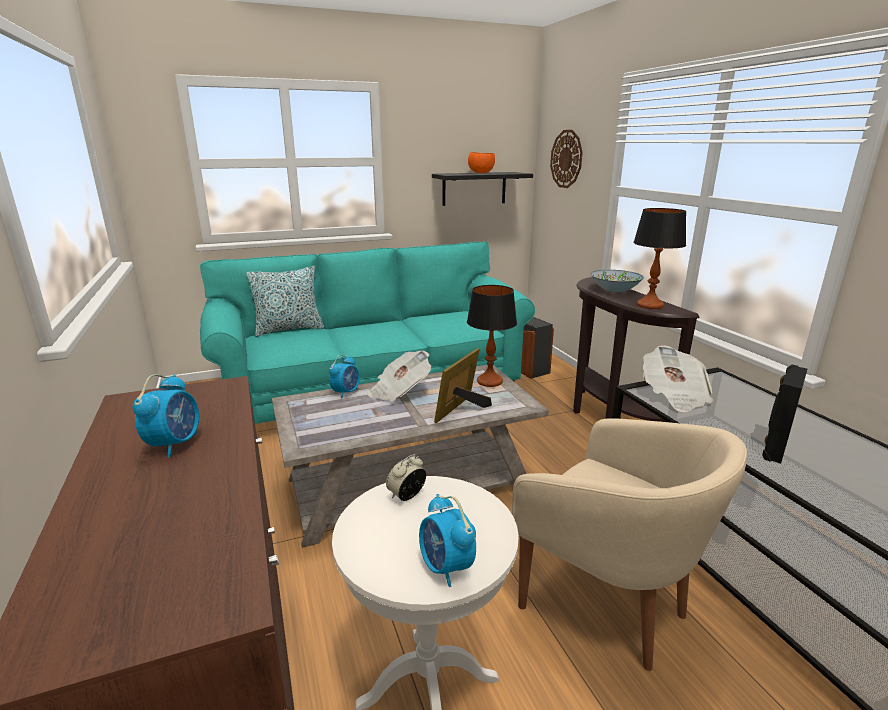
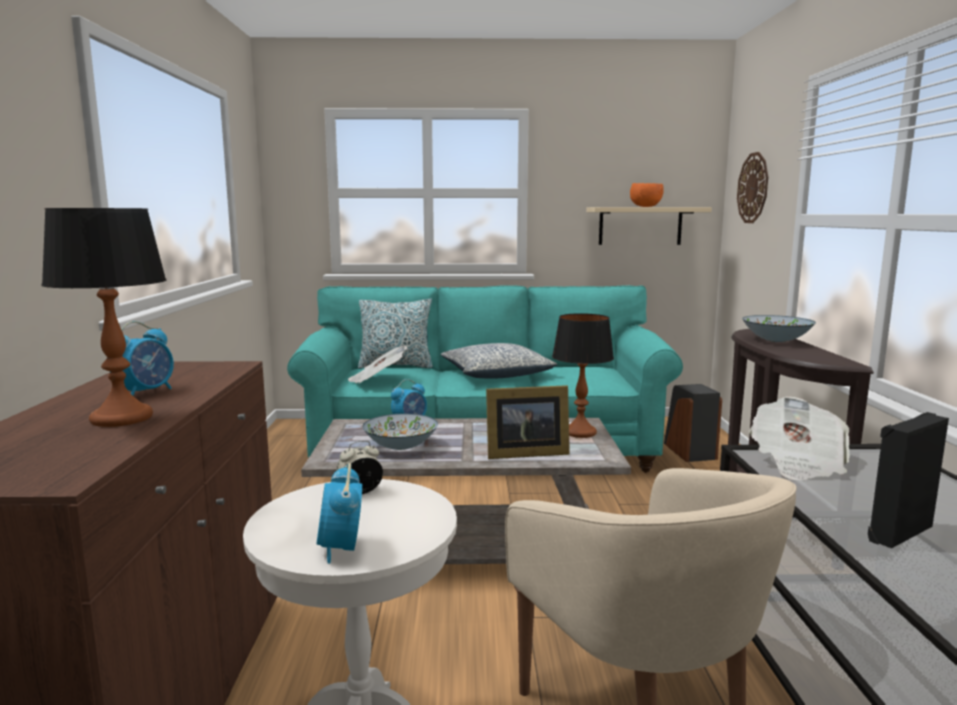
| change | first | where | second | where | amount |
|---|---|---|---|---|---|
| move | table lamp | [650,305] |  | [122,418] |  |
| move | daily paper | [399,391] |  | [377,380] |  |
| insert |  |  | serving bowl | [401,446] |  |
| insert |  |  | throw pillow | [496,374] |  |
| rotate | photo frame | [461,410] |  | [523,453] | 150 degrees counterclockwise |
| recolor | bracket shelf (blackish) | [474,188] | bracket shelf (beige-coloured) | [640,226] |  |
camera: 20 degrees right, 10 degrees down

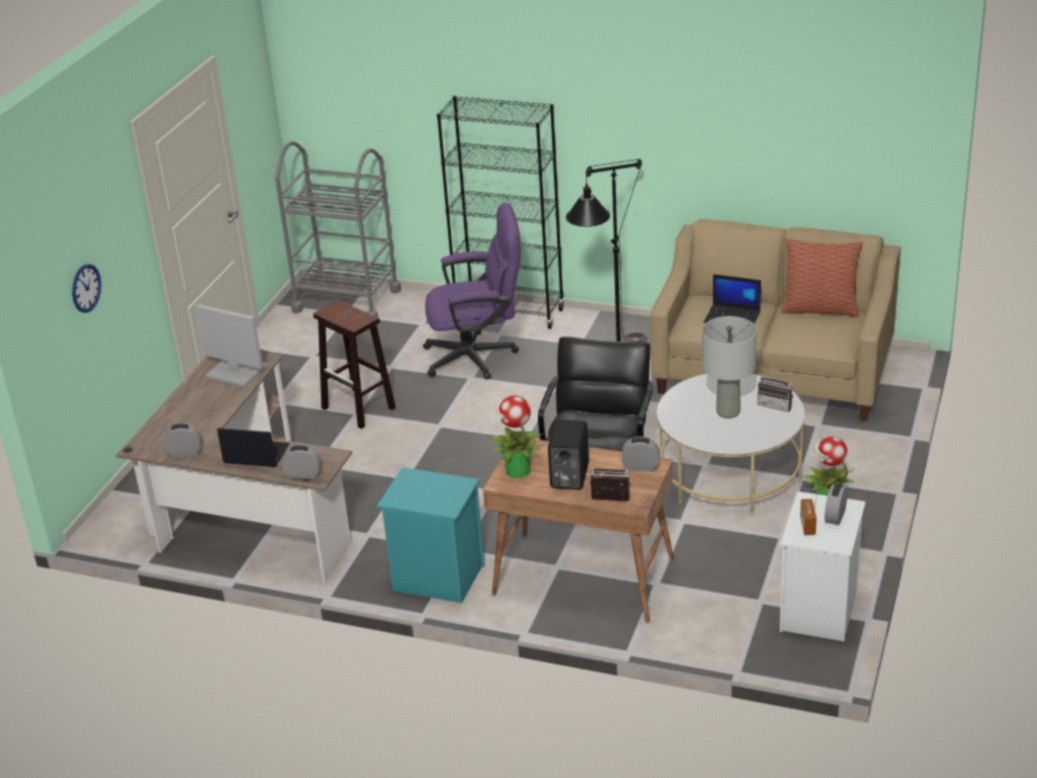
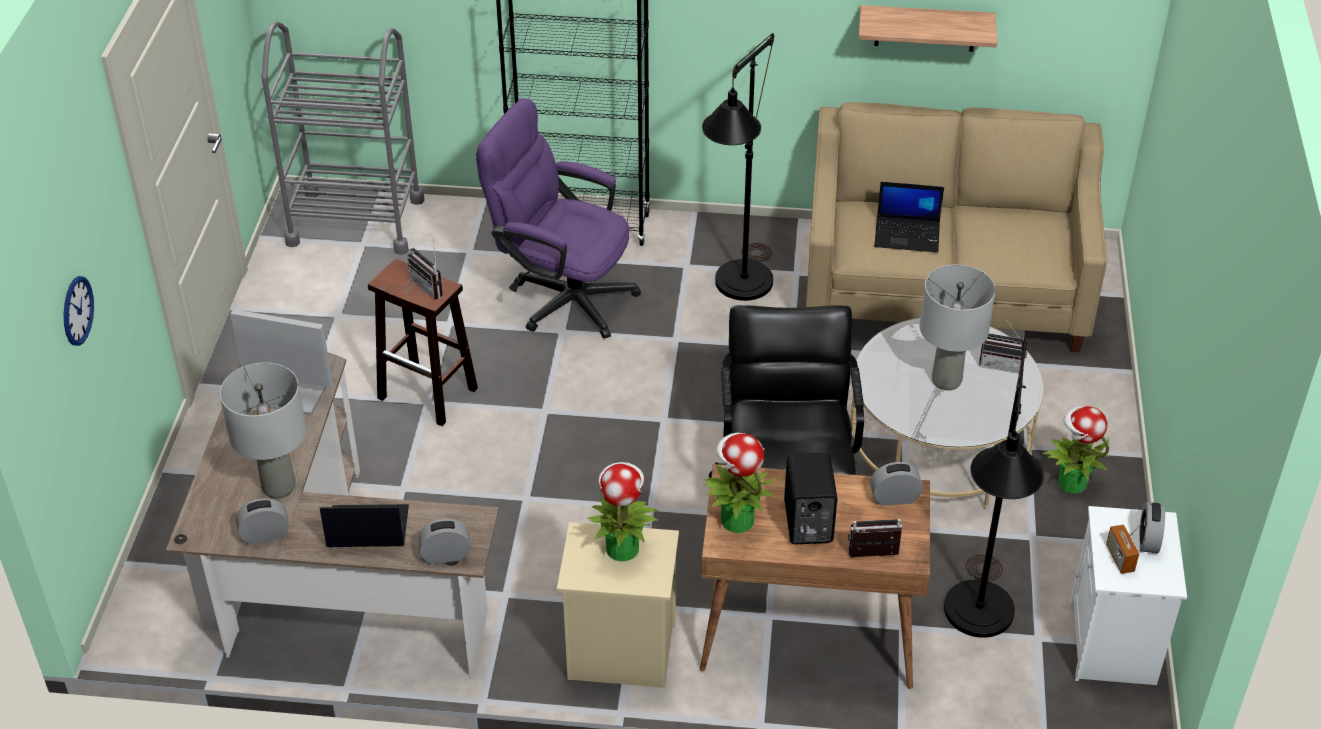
| change | first | where | second | where | amount |
|---|---|---|---|---|---|
| insert |  |  | table lamp (grey) | [279,486] |  |
| insert |  |  | radio set | [431,286] |  |
| rotate | computer chair (purple) | [479,356] |  | [562,296] | 135 degrees counterclockwise |
| recolor | bedside table (turquoise-coloured) | [436,578] | bedside table (beige-coloured) | [618,653] |  |
| insert |  |  | potted plant | [622,547] |  |
| insert |  |  | bracket shelf | [925,28] |  |
| insert |  |  | standing lamp (blackish) | [976,626] |  |
| delete | throw pillow | [820,308] |  |  |  |
camera: 15 degrees left, 10 degrees up

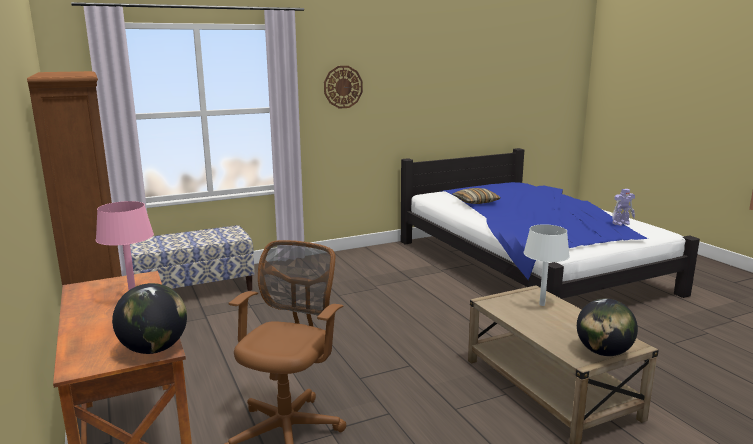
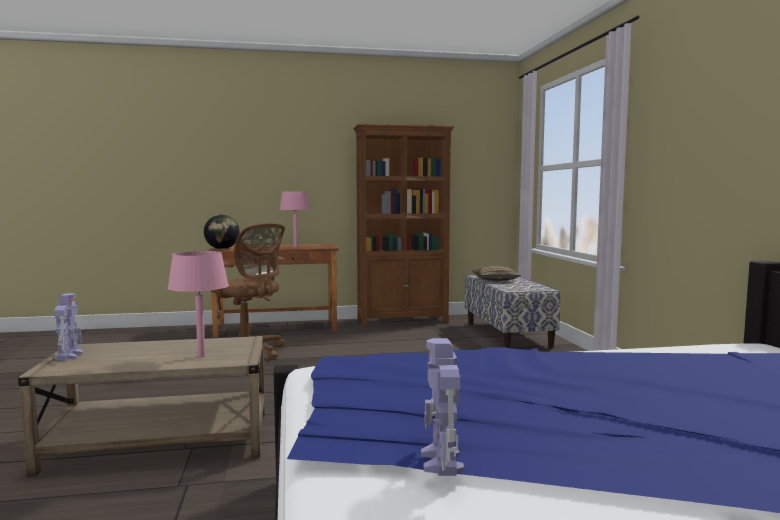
| change | first | where | second | where | amount |
|---|---|---|---|---|---|
| replace | globe | [603,352] | model robot | [69,355] |  |
| recolor | table lamp (white-coloured) | [542,304] | table lamp (pink-coloured) | [201,356] |  |
| move | throw pillow | [475,202] |  | [495,280] |  |
| delete | wall clock | [343,87] |  |  |  |
camera: 105 degrees right, 10 degrees down

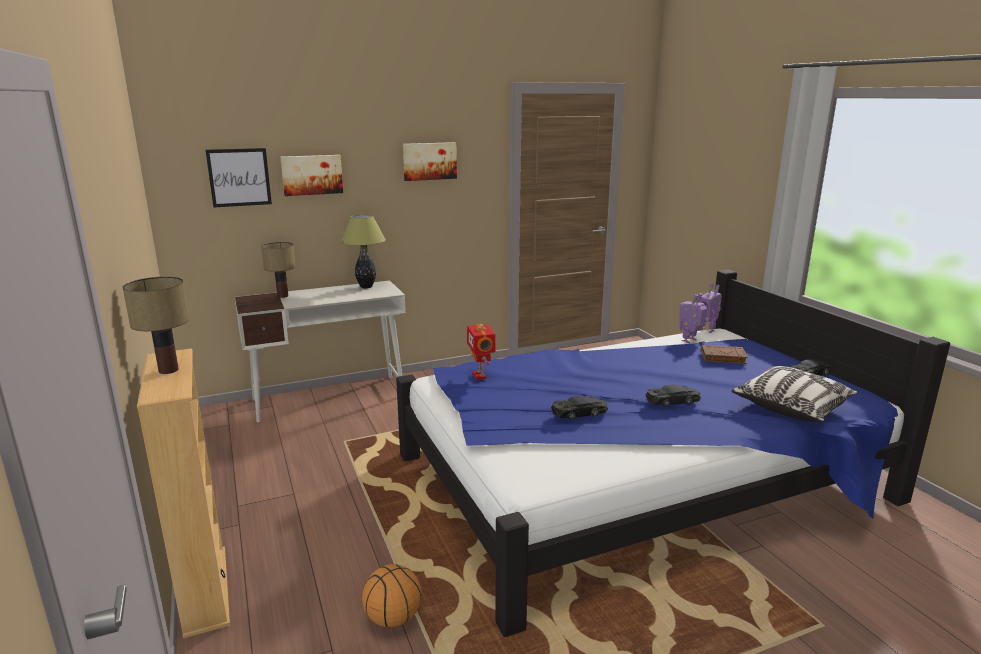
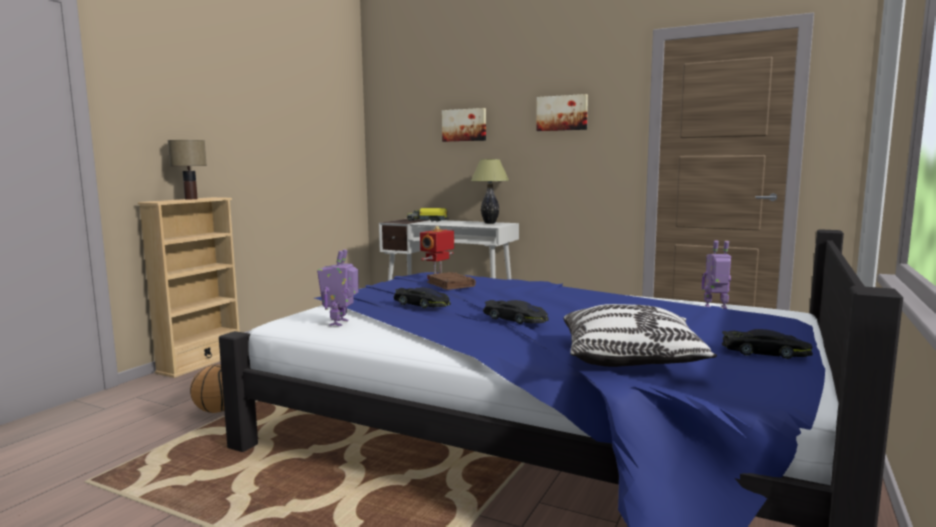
| change | first | where | second | where | amount |
|---|---|---|---|---|---|
| move | model robot | [707,330] |  | [340,323] |  |
| replace | table lamp | [283,296] | toy lorry | [428,220] |  |
| move | volume (brownish) | [722,357] |  | [450,284] |  |
| delete | wall art | [239,177] |  |  |  |
camera: 50 degrees right, 10 degrees down

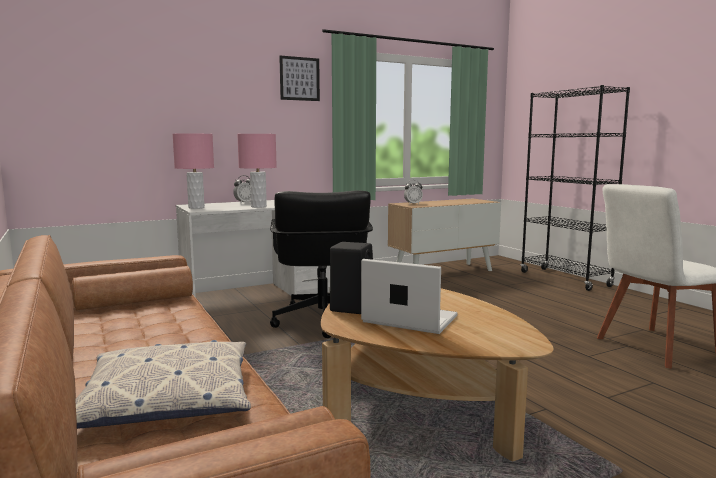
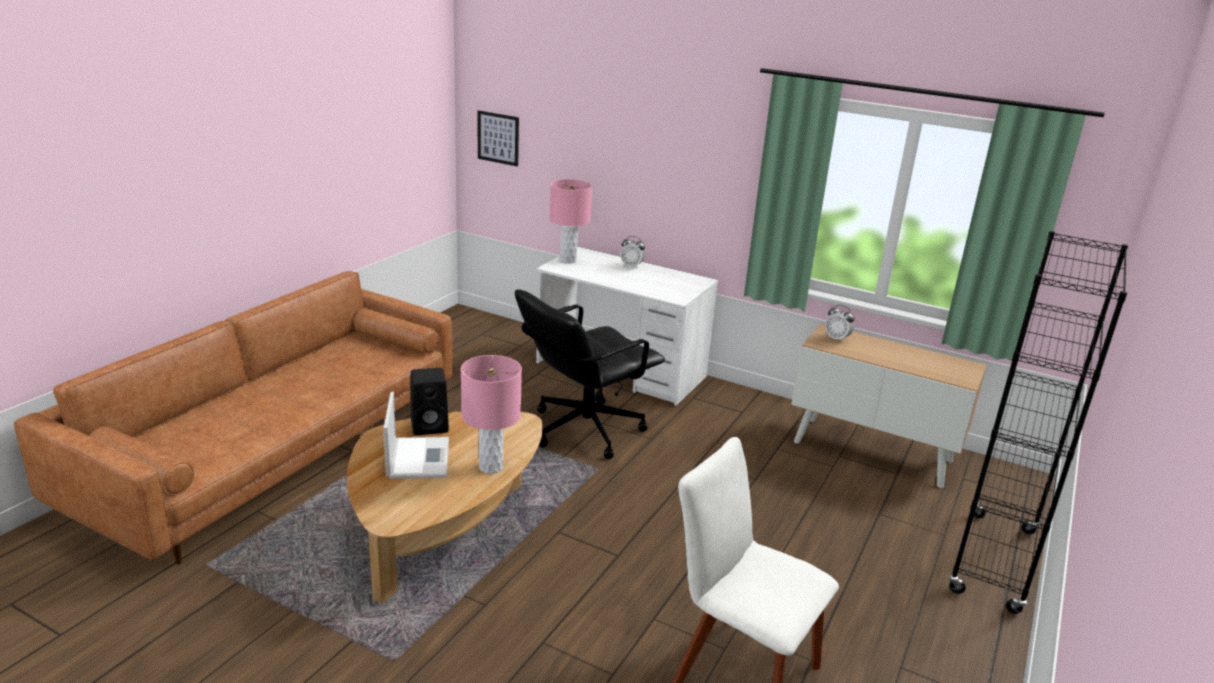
| change | first | where | second | where | amount |
|---|---|---|---|---|---|
| move | table lamp (pink-coloured) | [258,206] |  | [490,467] |  |
| move | wall art | [299,79] |  | [498,138] |  |
| delete | throw pillow | [167,399] |  |  |  |
camera: 55 degrees right, 15 degrees up

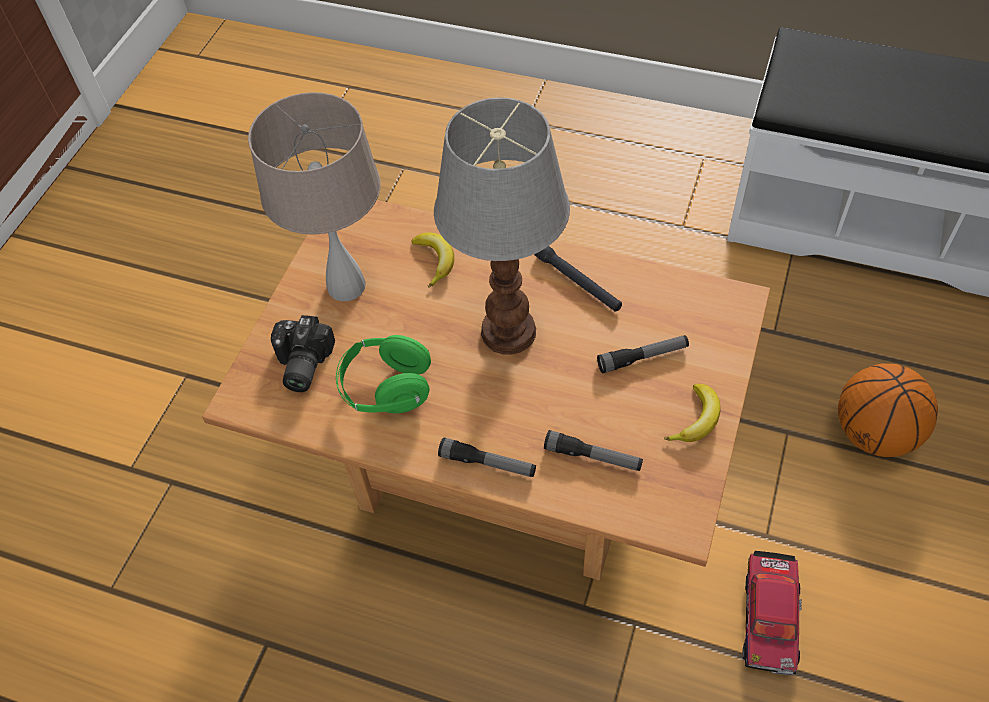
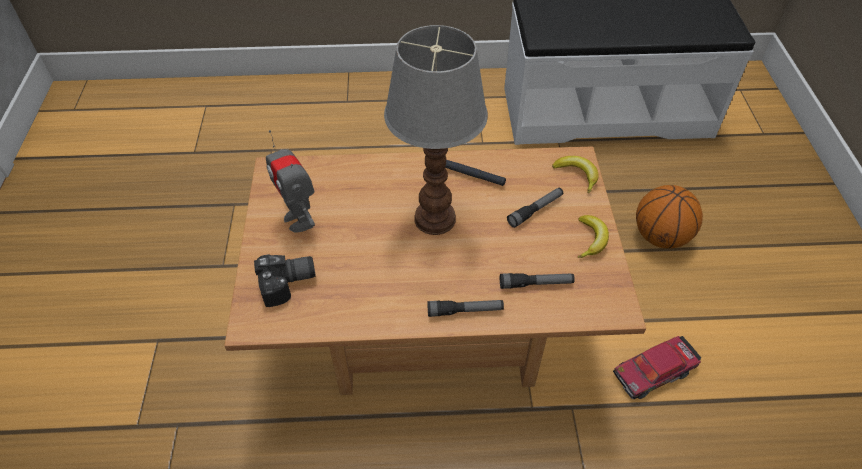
| change | first | where | second | where | amount |
|---|---|---|---|---|---|
| rotate | still camera | [300,365] |  | [288,284] | 90 degrees counterclockwise |
| replace | table lamp (beige-coloured) | [347,286] | model robot | [299,220] |  |
| move | banana fruit | [435,260] |  | [577,175] |  |
| rotate | model car | [770,617] |  | [654,372] | 75 degrees clockwise |
| delete | headset (green) | [386,389] |  |  |  |
camera: 25 degrees left, 5 degrees down

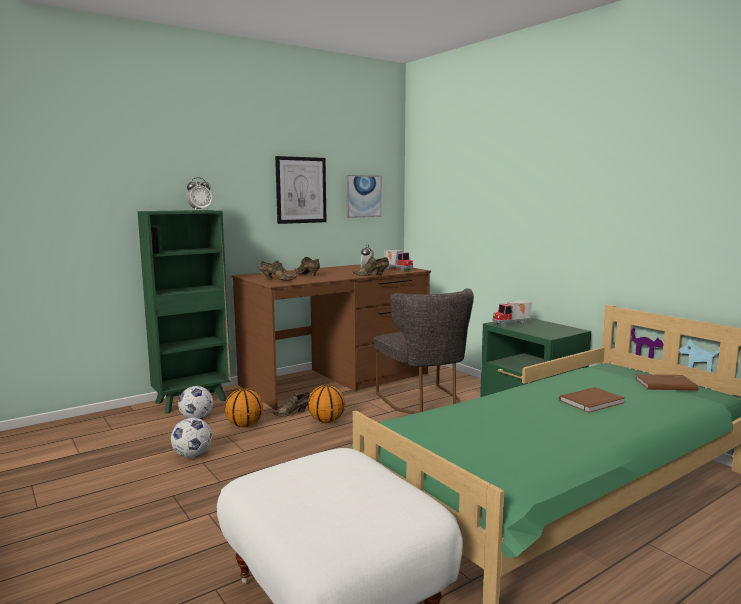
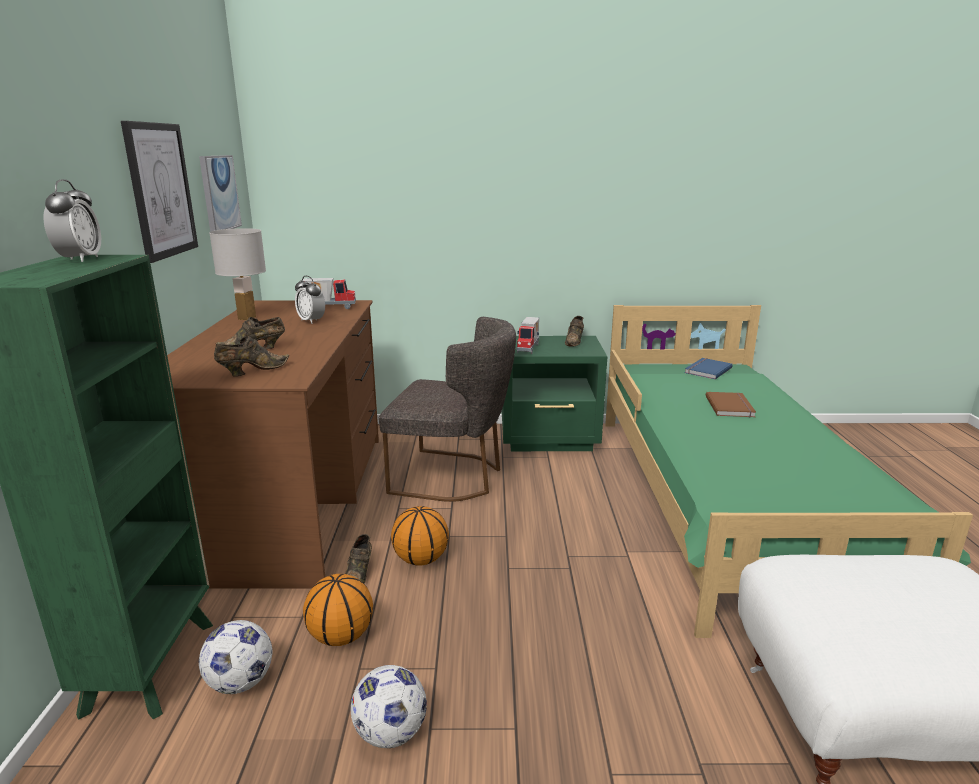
| change | first | where | second | where | amount |
|---|---|---|---|---|---|
| insert |  |  | table lamp (white-coloured) | [247,318] |  |
| move | low shoe (brownish) | [372,275] |  | [574,341] |  |
| recolor | volume (brownish) | [664,384] | volume (blue) | [706,370] |  |
camera: 55 degrees left, 10 degrees up

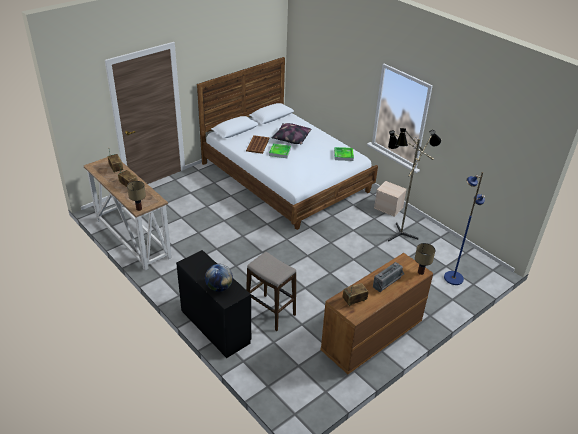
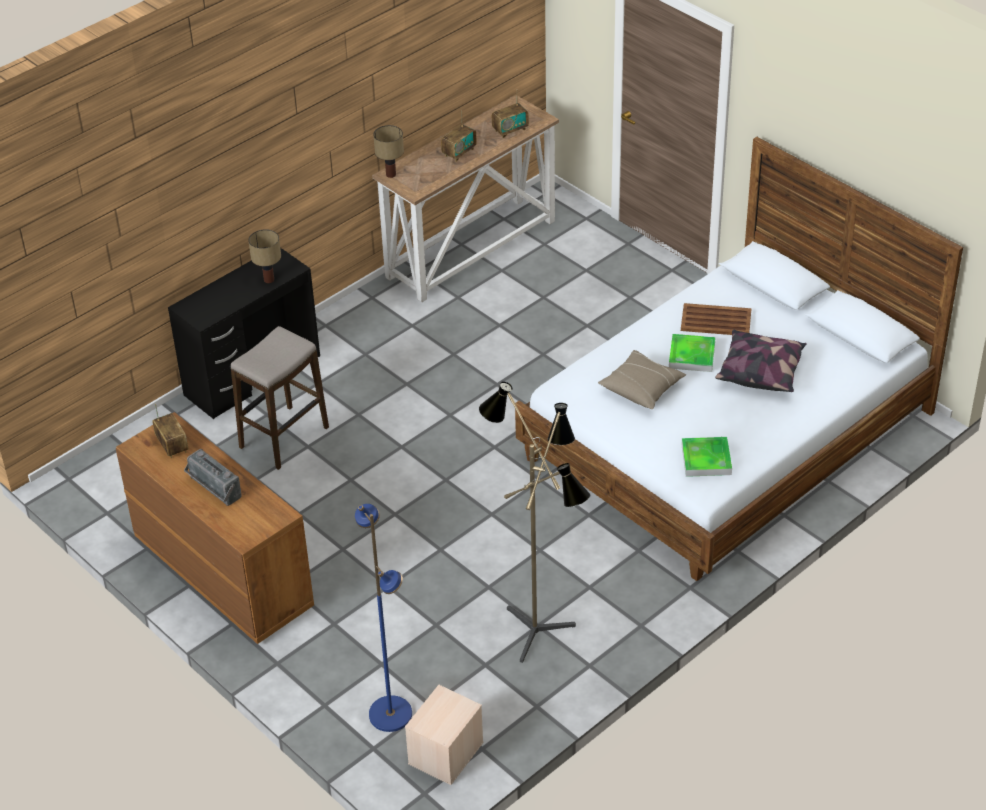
| change | first | where | second | where | amount |
|---|---|---|---|---|---|
| move | table lamp | [421,272] |  | [269,280] |  |
| move | storage container (beige-coloured) | [389,207] |  | [446,754] |  |
| insert |  |  | throw pillow (beige-coloured) | [642,388] |  |
| delete | globe | [219,287] |  |  |  |
camera: 90 degrees right, 5 degrees up

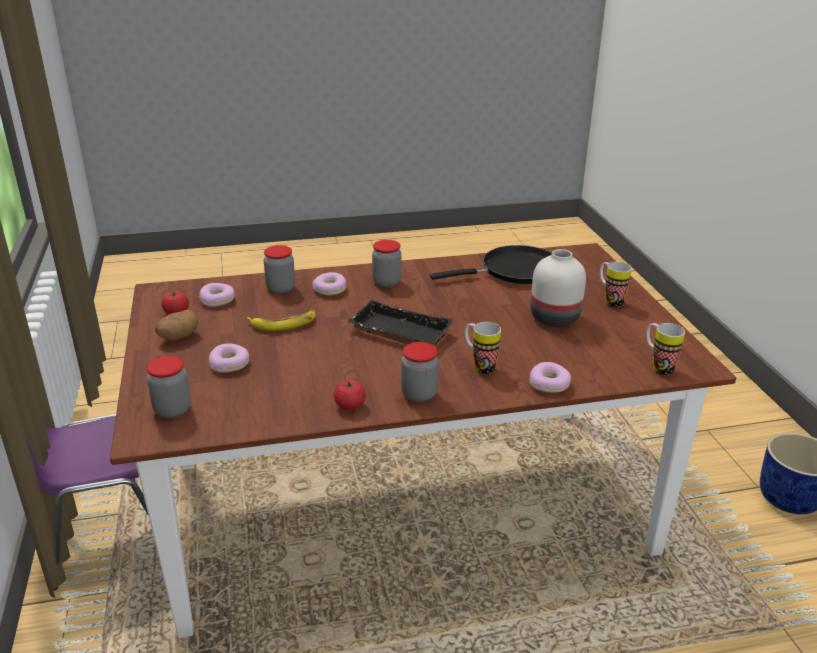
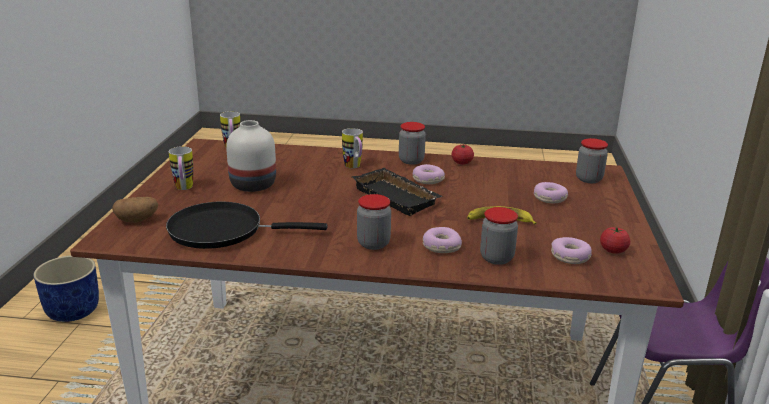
| change | first | where | second | where | amount |
|---|---|---|---|---|---|
| move | potato | [178,337] |  | [137,220] |  |
| move | doughnut | [549,384] |  | [427,180] |  |
camera: 160 degrees left, 5 degrees down

